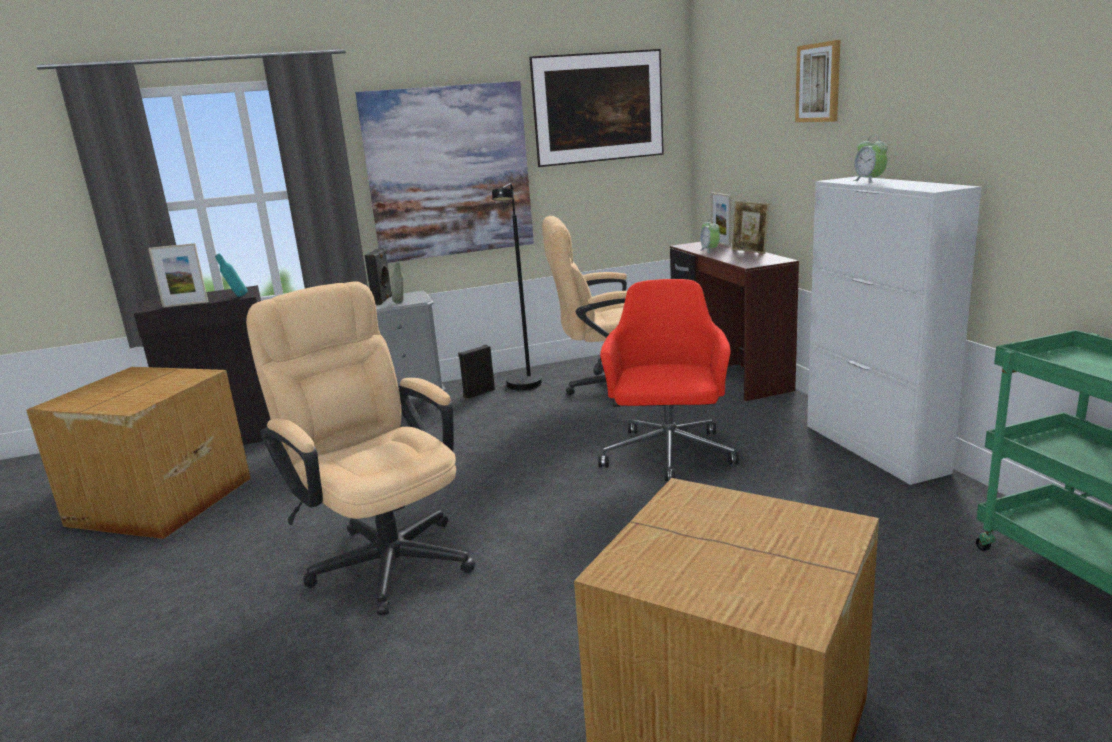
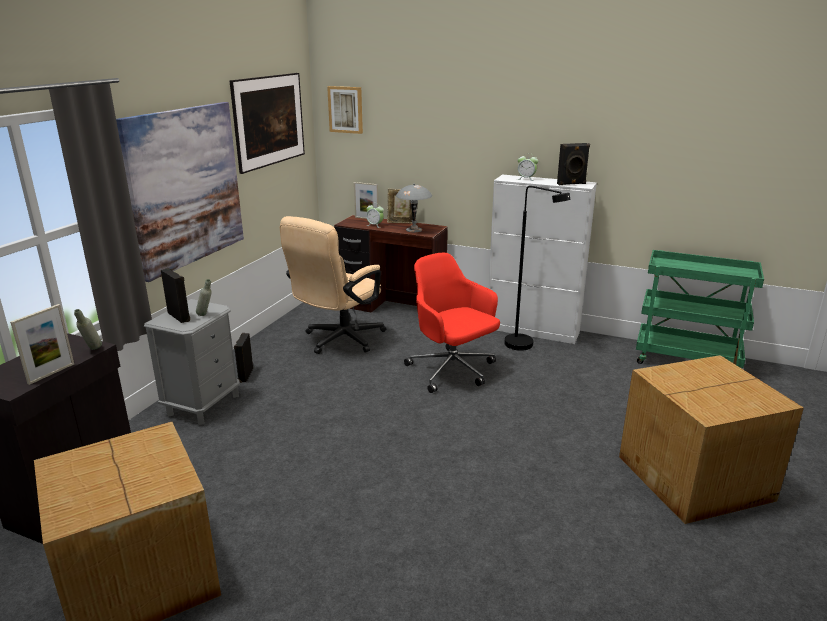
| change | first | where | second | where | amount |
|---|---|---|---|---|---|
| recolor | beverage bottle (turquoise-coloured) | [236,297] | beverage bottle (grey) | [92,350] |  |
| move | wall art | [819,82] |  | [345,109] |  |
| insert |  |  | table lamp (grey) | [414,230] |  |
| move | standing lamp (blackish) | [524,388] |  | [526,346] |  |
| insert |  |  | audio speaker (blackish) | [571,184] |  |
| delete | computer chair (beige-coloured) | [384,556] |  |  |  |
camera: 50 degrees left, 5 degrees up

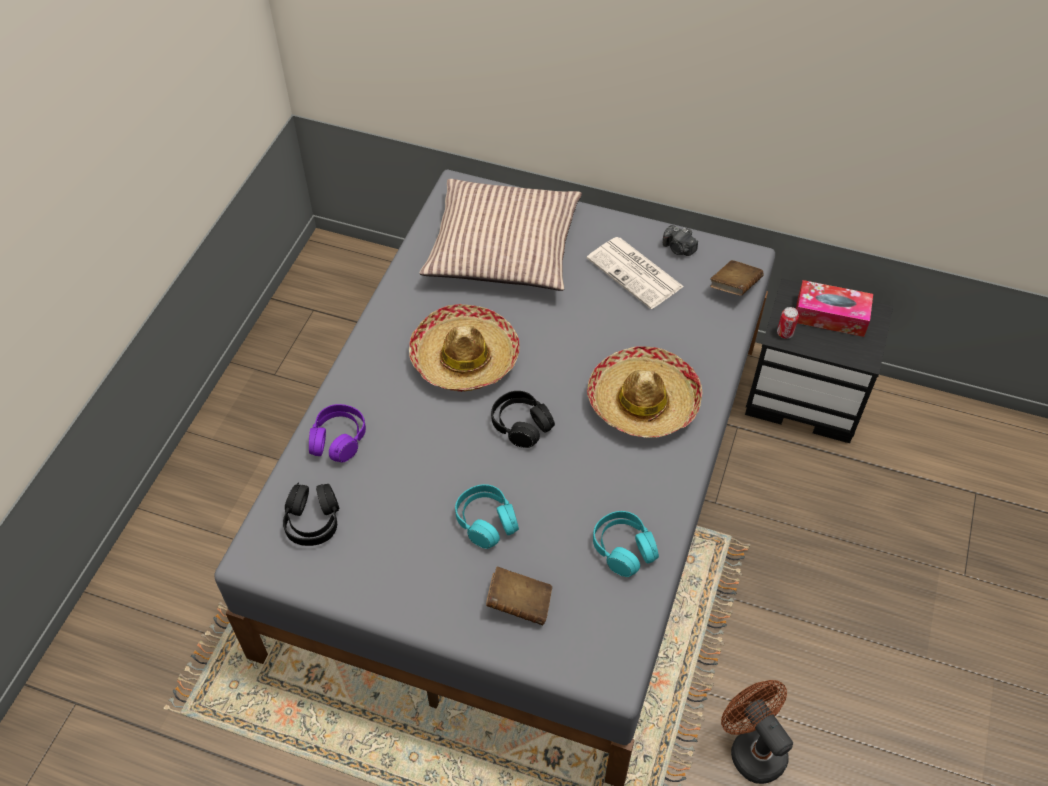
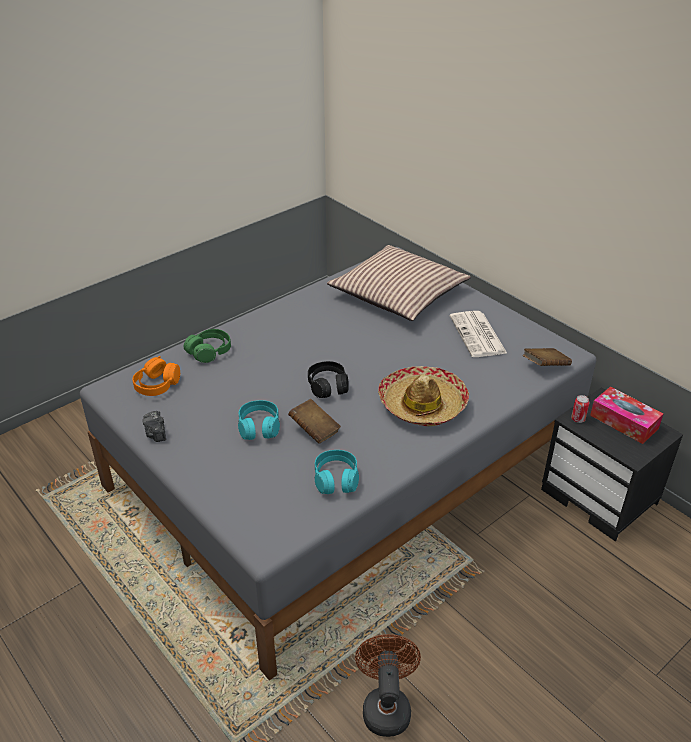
| change | first | where | second | where | amount |
|---|---|---|---|---|---|
| recolor | headset (blackish) | [313,521] | headset (orangey) | [157,385] |  |
| move | still camera | [678,248] |  | [156,433] |  |
| recolor | headset (purple) | [338,439] | headset (green) | [209,351] |  |
| move | volume (brownish) | [519,603] |  | [314,430] |  |
| delete | clothing hat | [465,358] |  |  |  |
camera: 30 degrees right, 15 degrees down

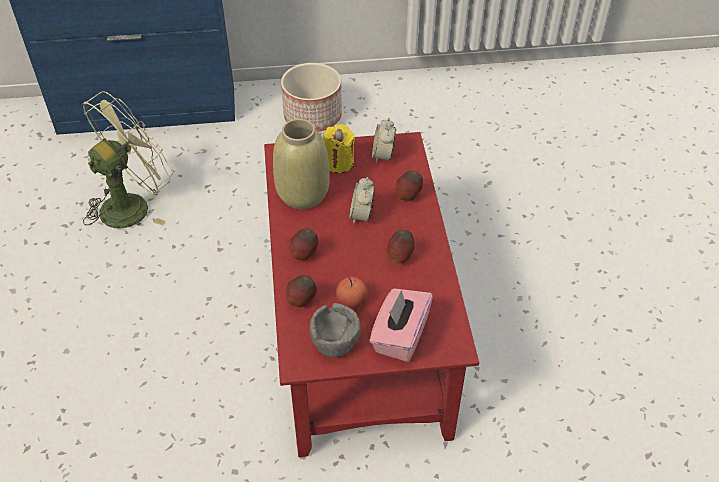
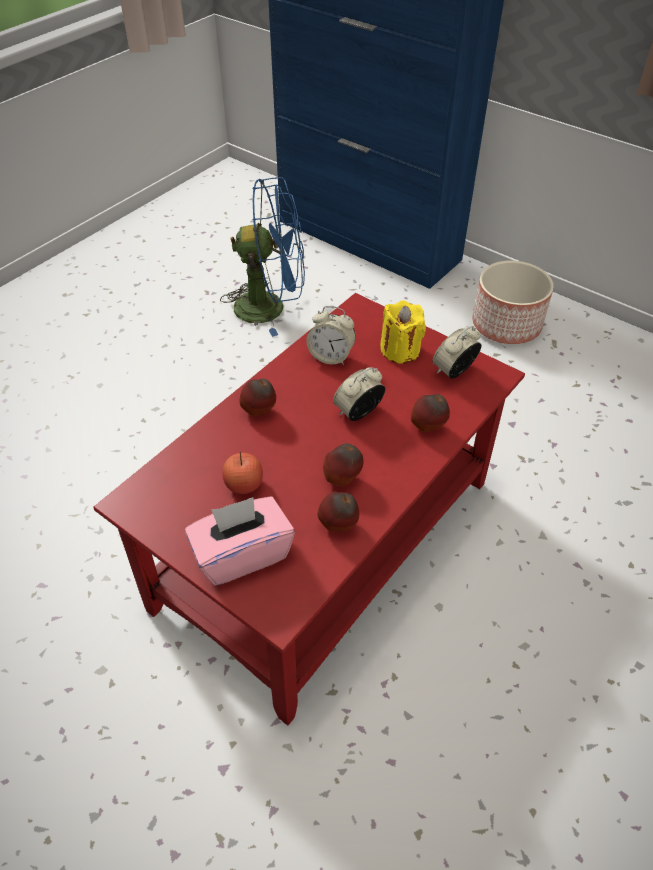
| change | first | where | second | where | amount |
|---|---|---|---|---|---|
| recolor | fan (green) | [133,204] | fan (blue) | [271,307] |  |
| replace | flower vase (beige-coloured) | [303,193] | alarm clock | [331,356] |  |
| move | apple | [301,302] |  | [338,526] |  |
| delete | serving bowl (grey) | [335,344] |  |  |  |
camera: 45 degrees right, 0 degrees up

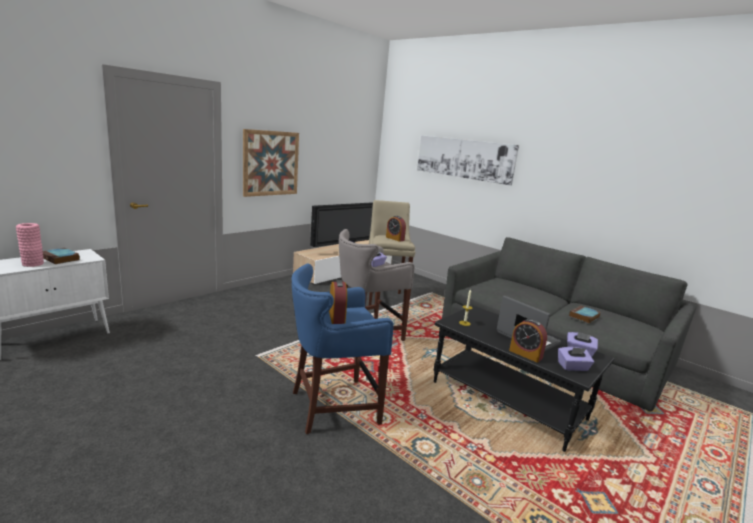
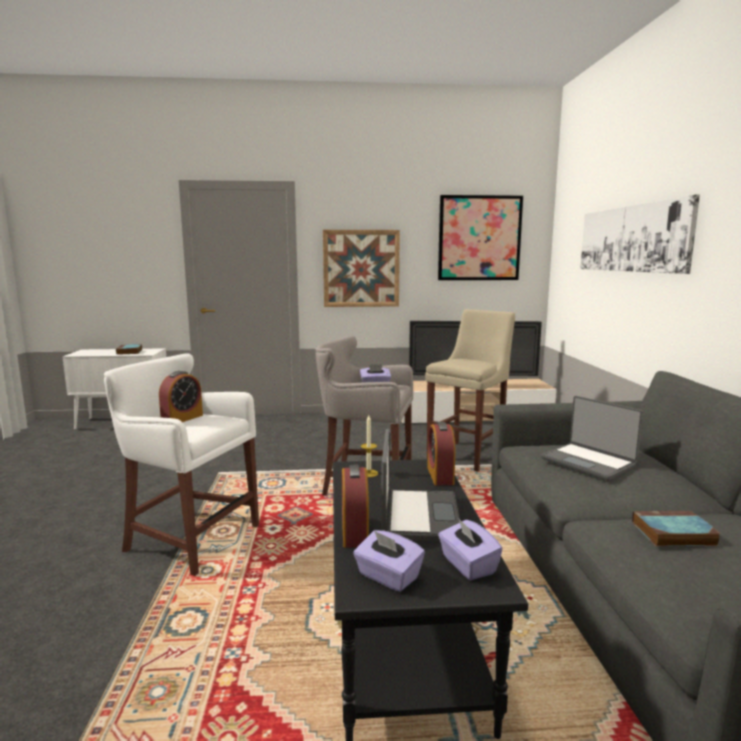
| change | first | where | second | where | amount |
|---|---|---|---|---|---|
| recolor | sitting stool (blue) | [331,406] | sitting stool (white-coloured) | [188,538] |  |
| move | alarm clock | [395,238] |  | [440,475] |  |
| insert |  |  | wall art | [479,238] |  |
| insert |  |  | laptop | [589,462] |  |
| delete | flower vase (pink-coloured) | [33,264] |  |  |  |
camera: 45 degrees right, 5 degrees down

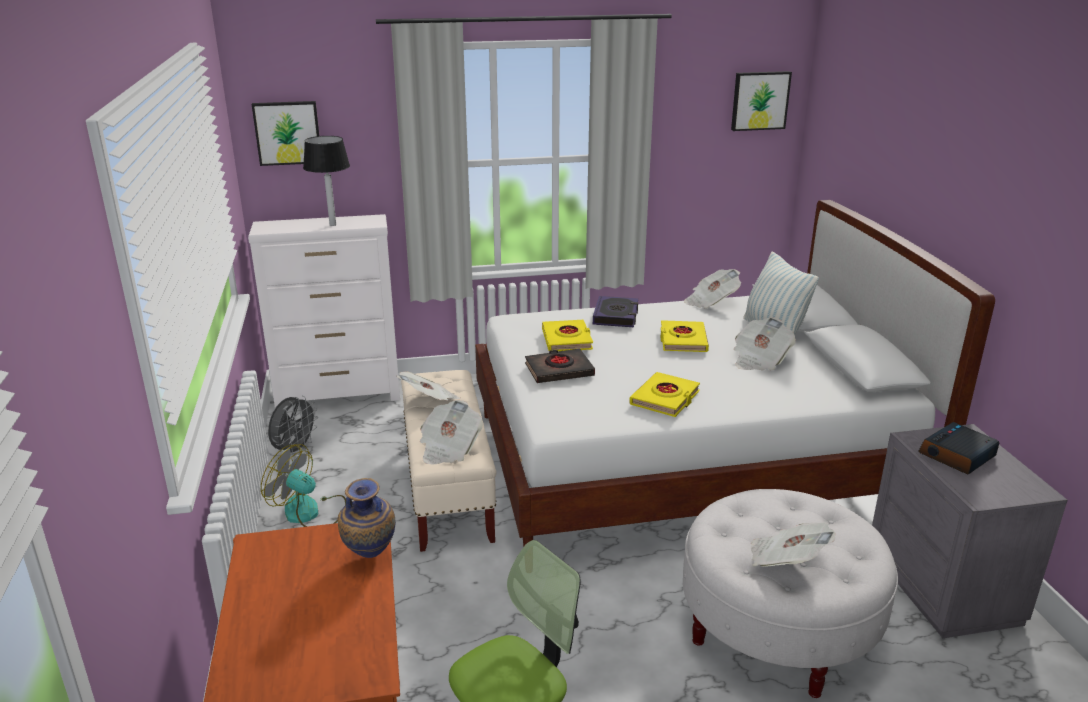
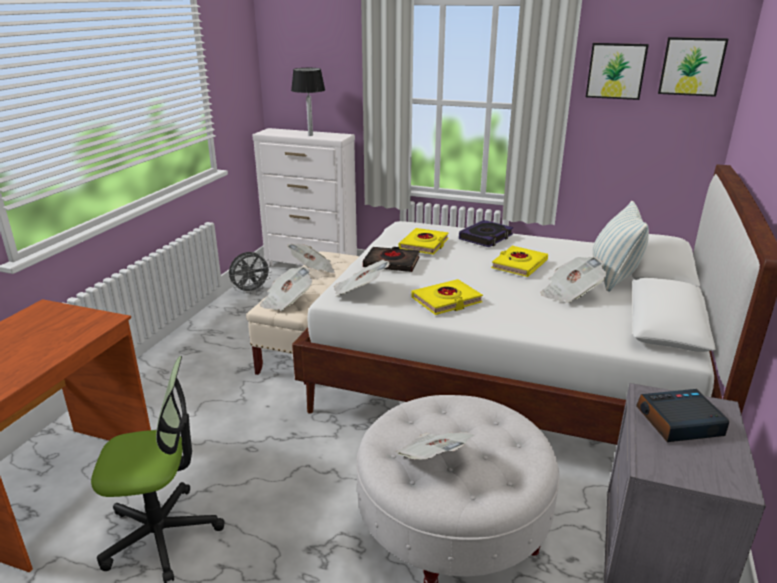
| change | first | where | second | where | amount |
|---|---|---|---|---|---|
| move | daily paper | [711,302] |  | [359,292] |  |
| move | wall art | [287,132] |  | [616,71] |  |
| delete | fan | [310,513] |  |  |  |
| delete | flower vase | [369,558] |  |  |  |
camera: 30 degrees right, 0 degrees up

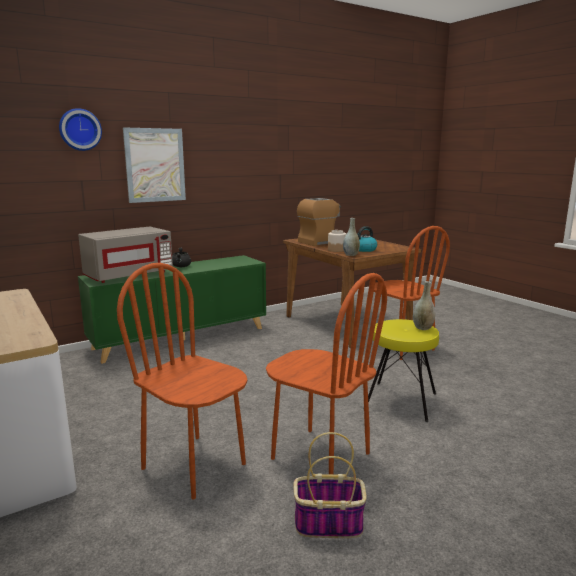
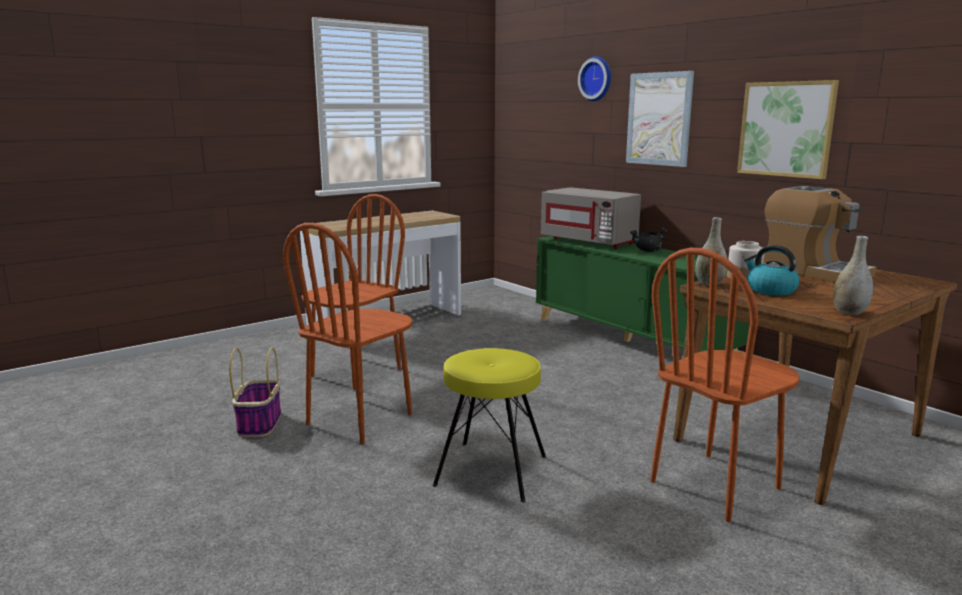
| change | first | where | second | where | amount |
|---|---|---|---|---|---|
| insert |  |  | wall art | [786,129] |  |
| move | flower vase (grey) | [423,328] |  | [849,312] |  |
camera: 85 degrees right, 0 degrees up

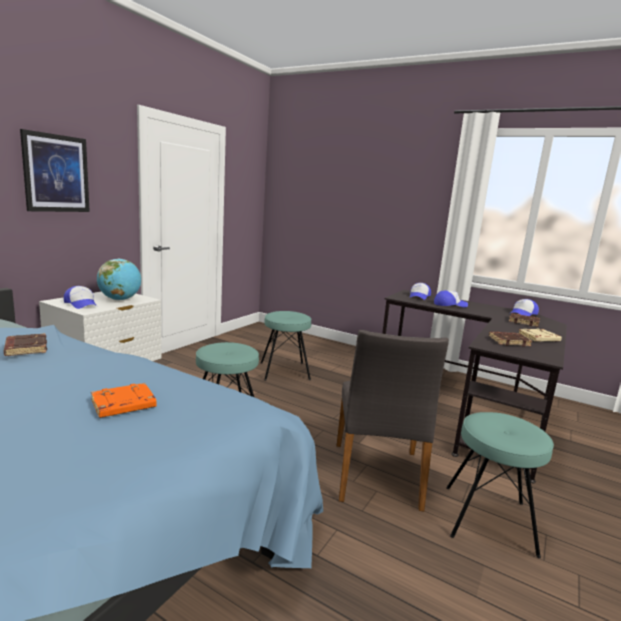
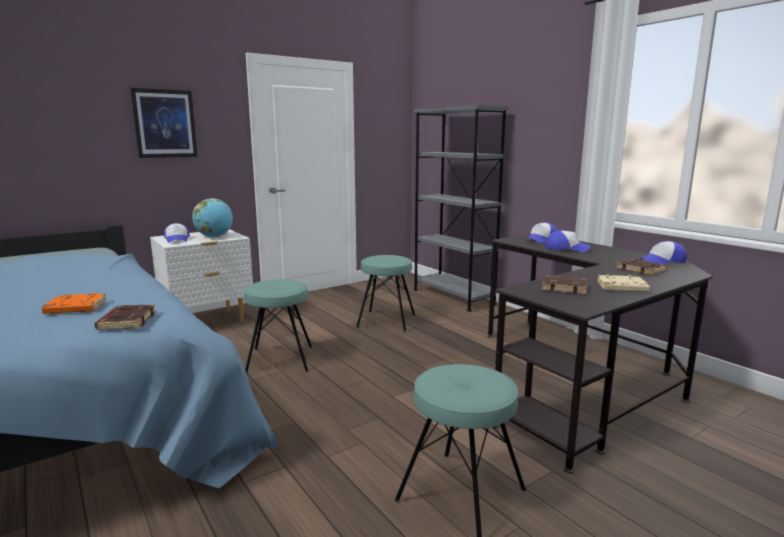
| change | first | where | second | where | amount |
|---|---|---|---|---|---|
| move | volume (brownish) | [25,348] |  | [126,321] |  |
| insert |  |  | bookshelf (grey) | [453,297] |  |
| delete | plain chair (grey) | [377,475] |  |  |  |
camera: 25 degrees right, 0 degrees up

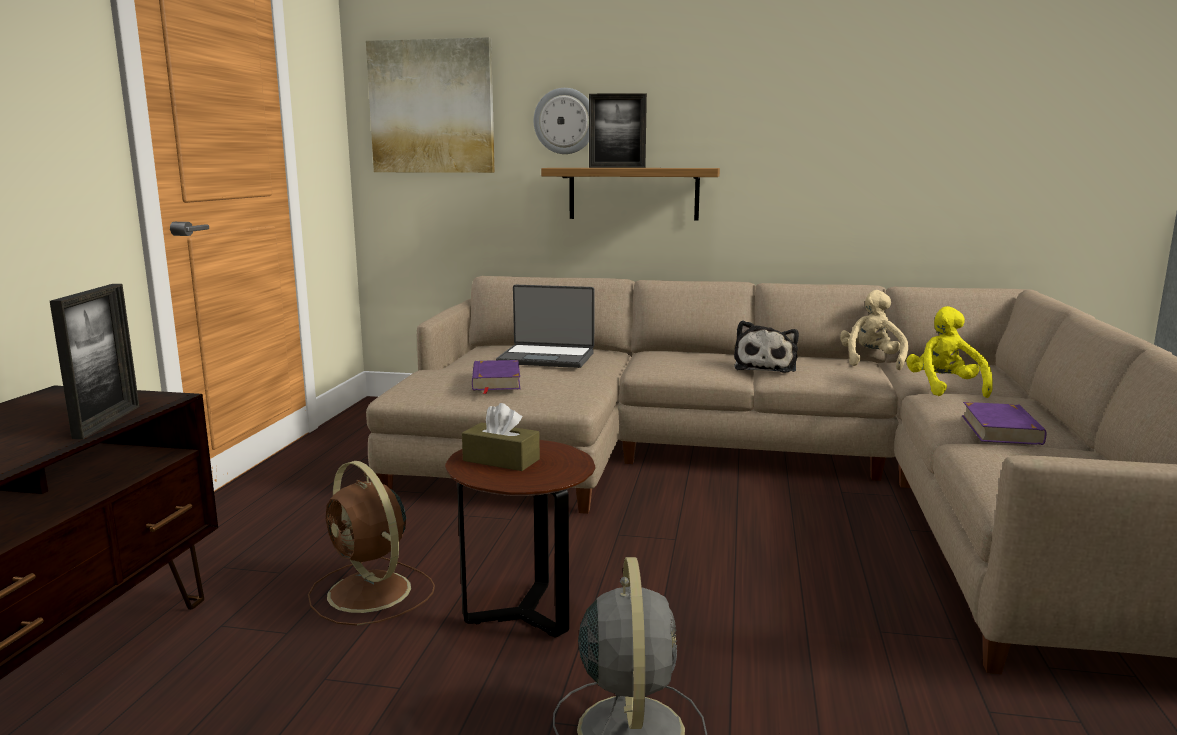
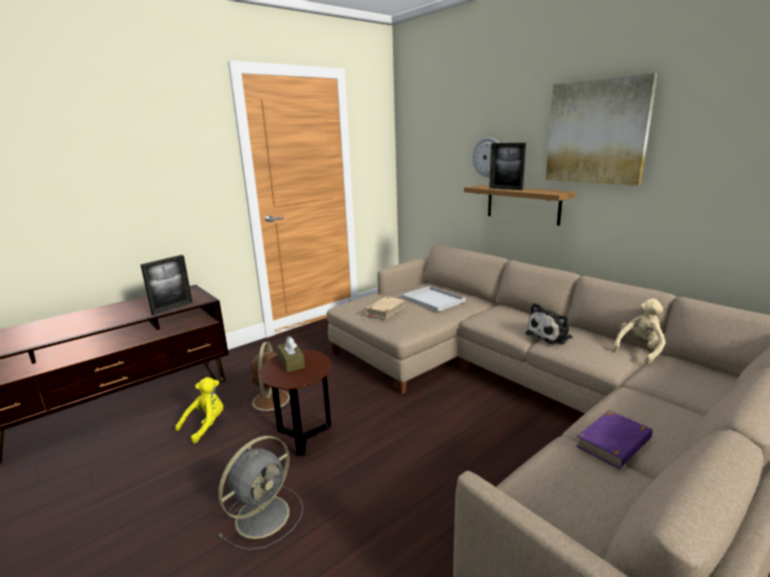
| change | first | where | second | where | amount |
|---|---|---|---|---|---|
| move | soft toy (yellow) | [944,388] |  | [206,425] |  |
| recolor | volume (purple) | [495,381] | volume (beige-coloured) | [385,310] |  |
| replace | laptop | [547,358] | carrying tray (white-coloured) | [434,299] |  |
| move | wall art | [432,107] |  | [596,132] |  |
camera: 40 degrees right, 5 degrees up

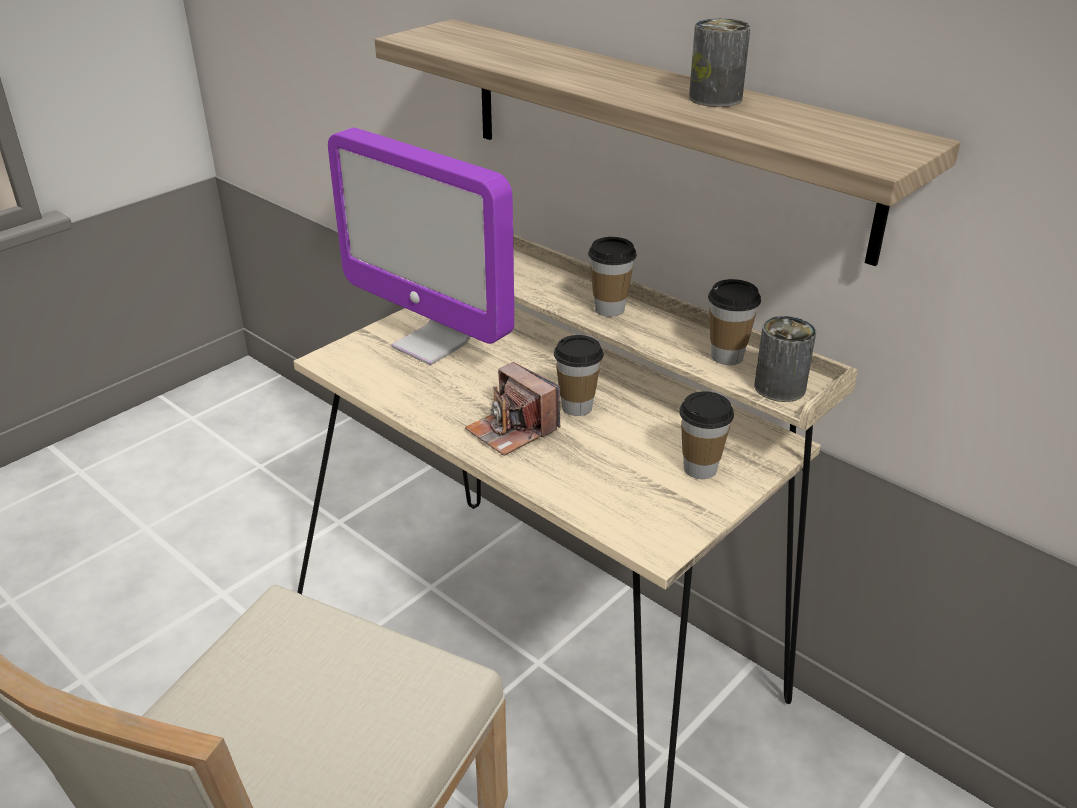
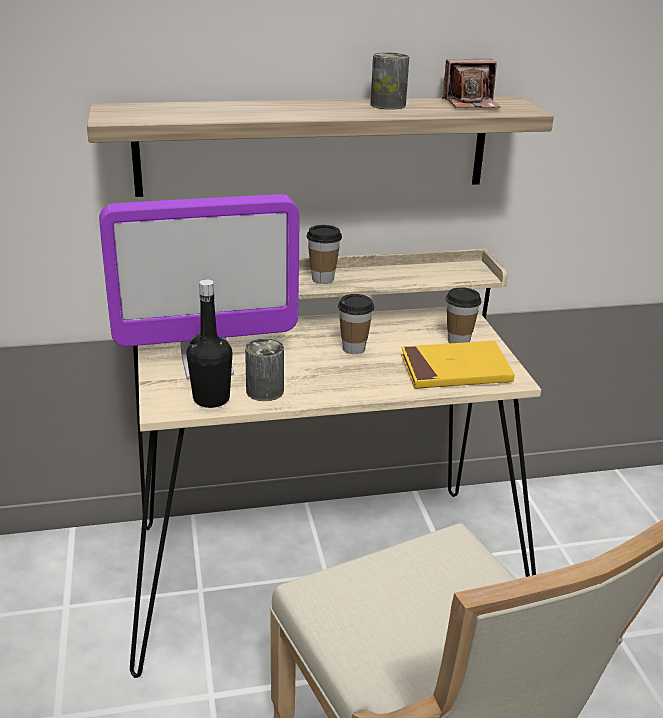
| change | first | where | second | where | amount |
|---|---|---|---|---|---|
| insert |  |  | beverage bottle (blackish) | [211,399] |  |
| move | can | [779,387] |  | [265,391] |  |
| insert |  |  | volume (yellow) | [455,370] |  |
| move | still camera | [512,430] |  | [471,104] |  |
| delete | small cup | [727,356] |  |  |  |
camera: 55 degrees left, 5 degrees down

